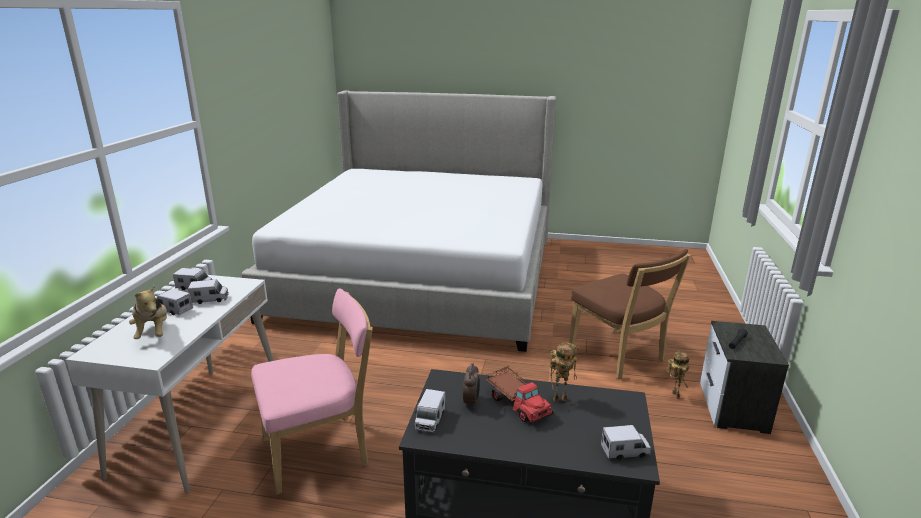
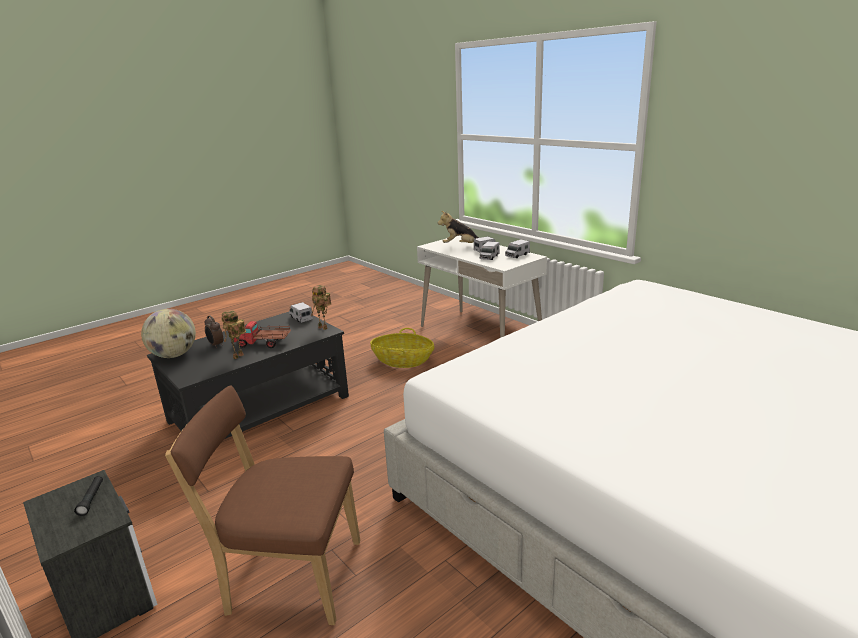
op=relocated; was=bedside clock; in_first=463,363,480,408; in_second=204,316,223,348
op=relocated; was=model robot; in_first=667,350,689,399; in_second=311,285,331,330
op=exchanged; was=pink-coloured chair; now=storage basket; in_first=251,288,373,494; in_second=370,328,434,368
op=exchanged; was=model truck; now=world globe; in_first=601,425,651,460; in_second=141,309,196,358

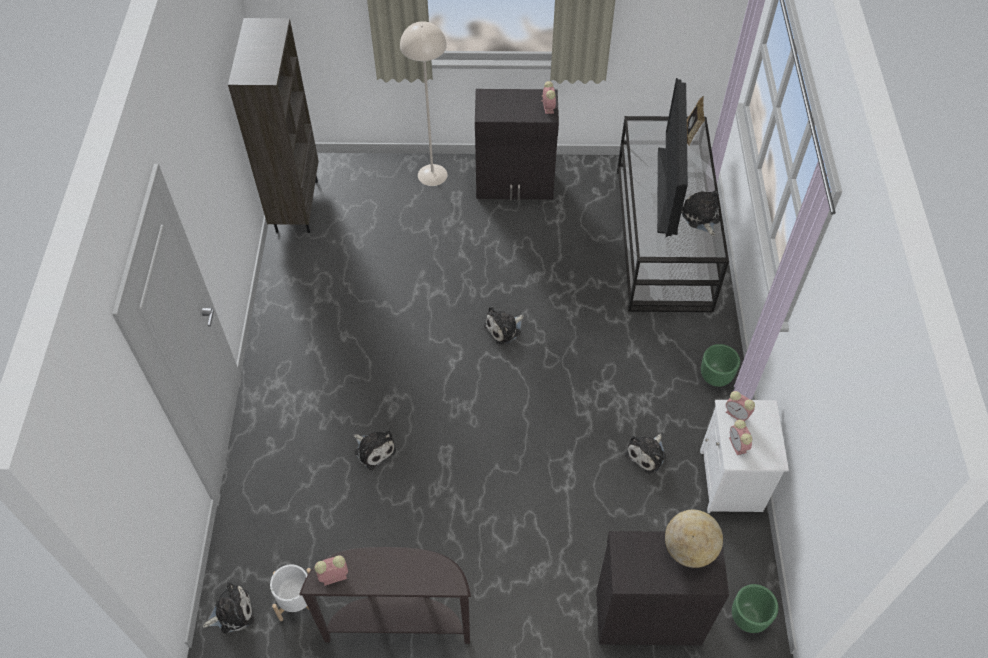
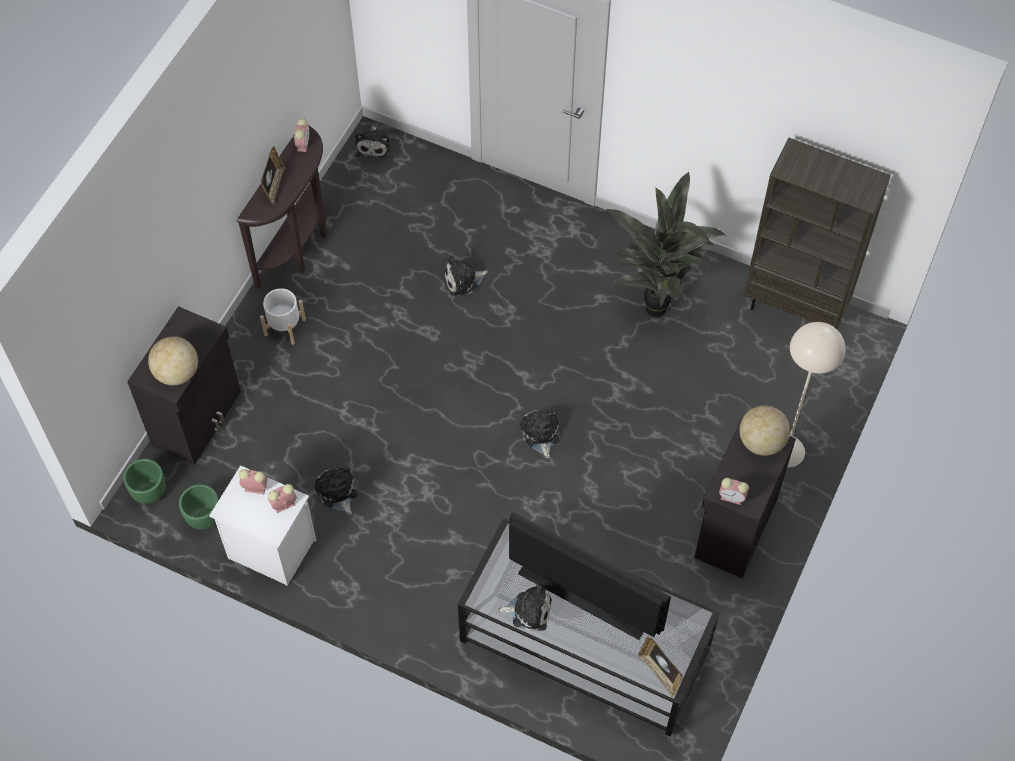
op=appeared; now=photo frame; in_second=260,146,286,204
op=appeared; now=plant in a pot; in_second=606,172,726,317
op=appeared; now=world globe; in_second=739,405,790,456
op=relocated; was=white flower pot; in_first=270,564,311,621; in_second=260,288,306,345
op=relocated; was=green-coloured flower pot; in_first=701,344,740,387; in_second=179,484,219,530

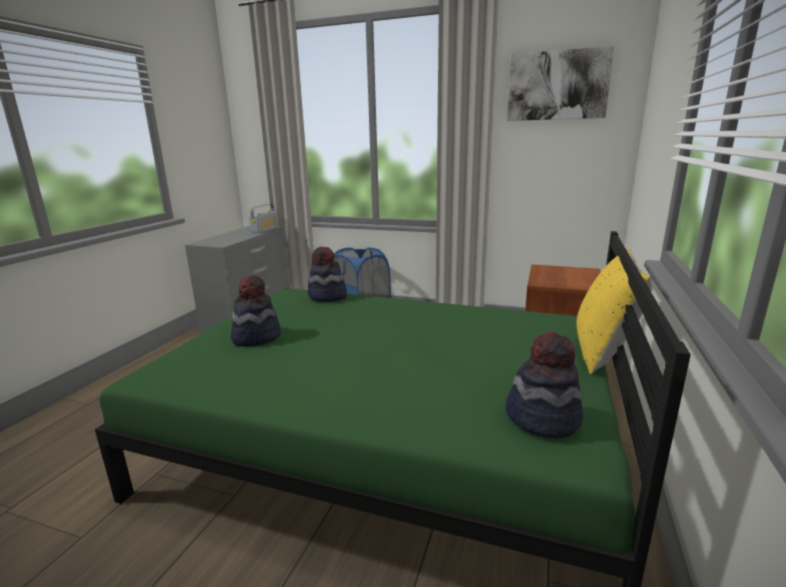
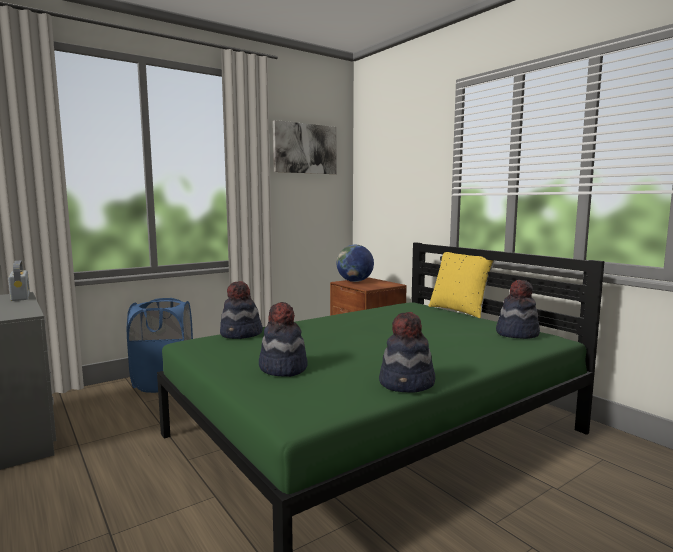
op=appeared; now=world globe; in_second=337,245,374,282
op=appeared; now=clothing hat; in_second=379,312,435,393

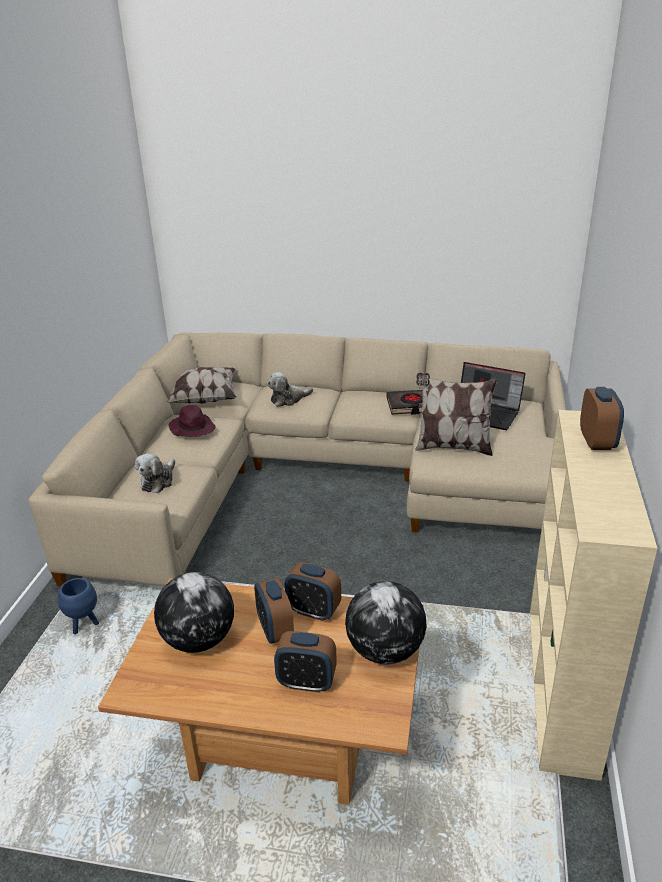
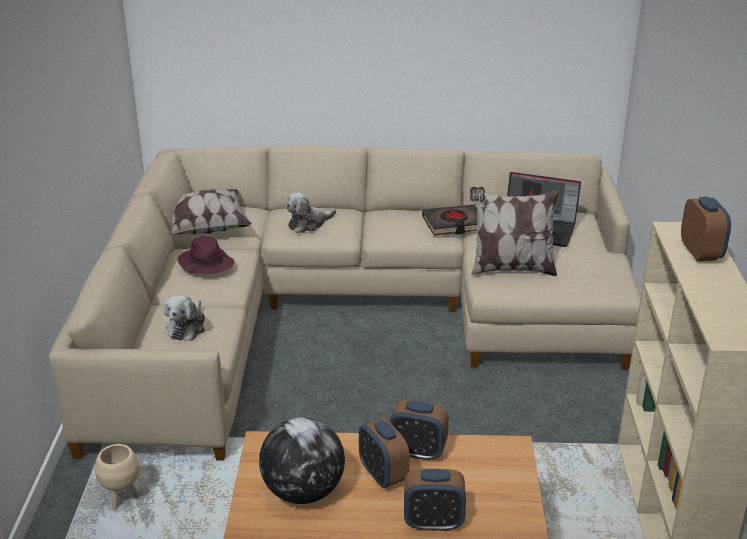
op=missing; was=world globe; in_first=345,581,426,664
op=colour; was=blue flower pot; now=sand-coloured flower pot; in_first=58,578,99,634; in_second=95,444,140,510

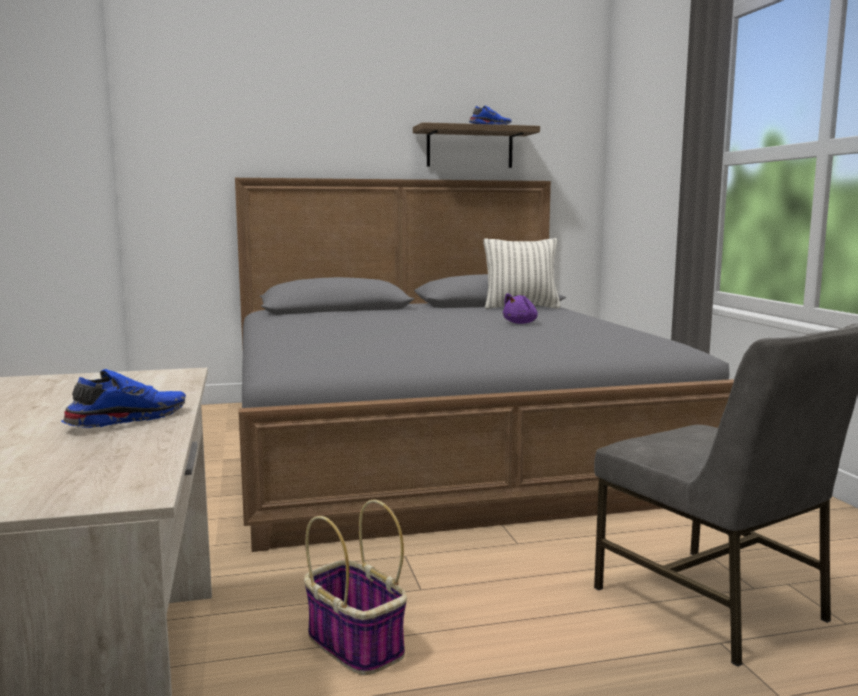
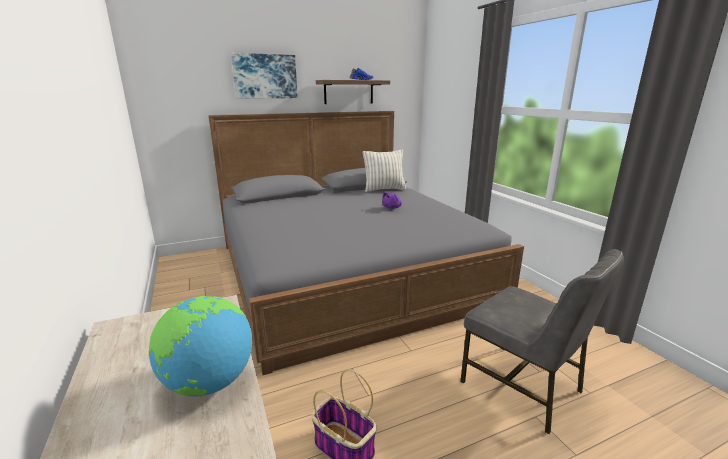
op=appeared; now=wall picture; in_second=231,53,298,99
op=exchanged; was=blue item of footwear; now=world globe; in_first=61,369,186,428; in_second=149,296,252,396

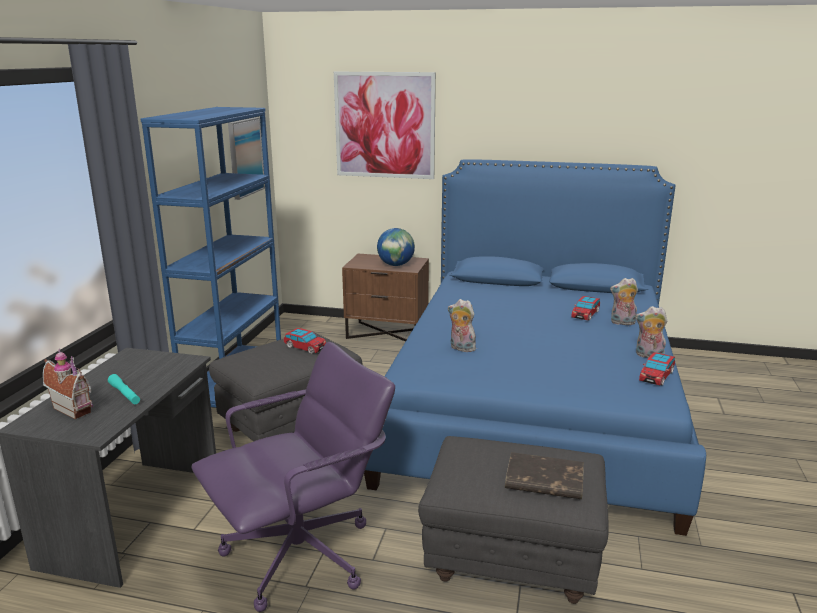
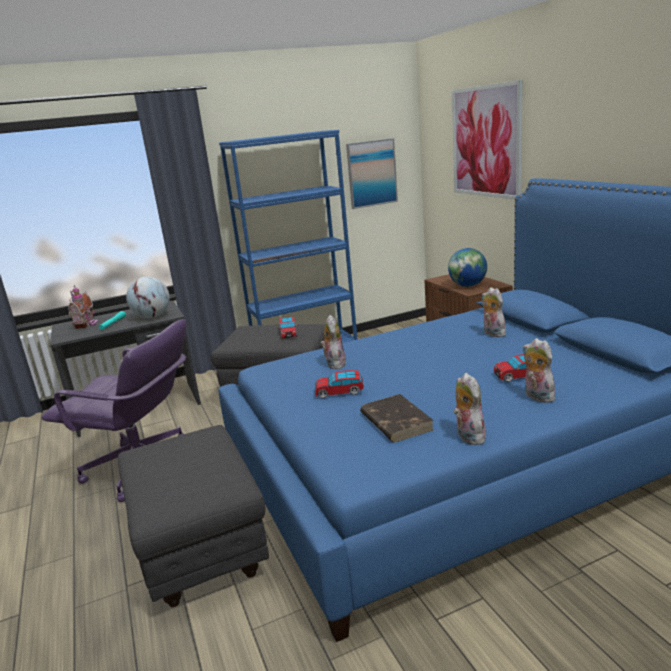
op=appeared; now=world globe; in_second=126,277,170,318
op=appeared; now=cuddly toy; in_second=482,287,506,337
op=relocated; was=brown-coloured volume; in_first=505,452,584,499; in_second=360,394,434,443
op=relocated; was=model car; in_first=639,352,675,386; in_second=315,370,364,398

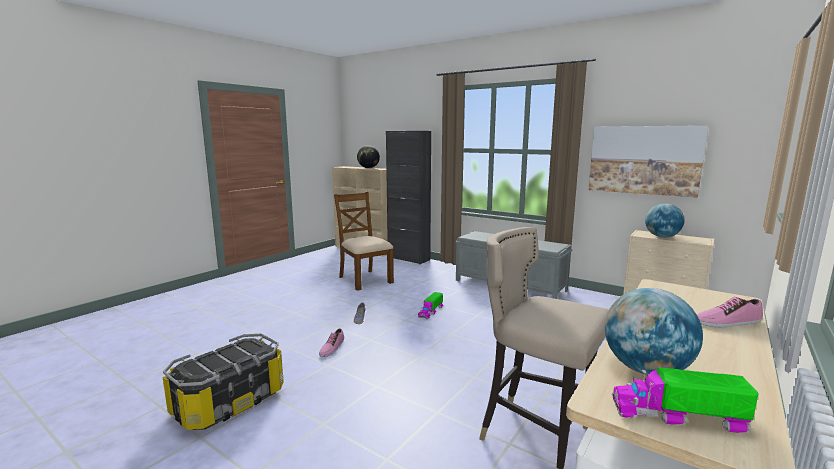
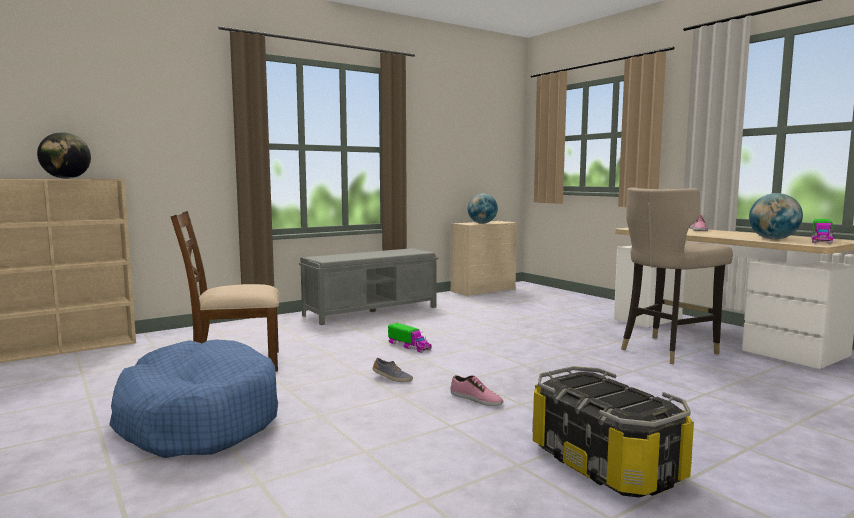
op=missing; was=black cabinet; in_first=386,131,431,264
op=missing; was=wall picture; in_first=588,125,709,198
op=appeared; now=blue pet bed; in_second=109,339,278,458

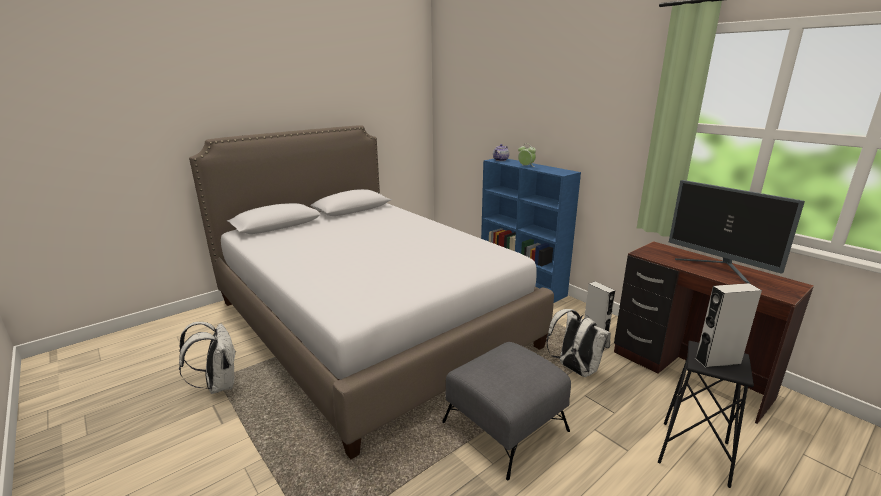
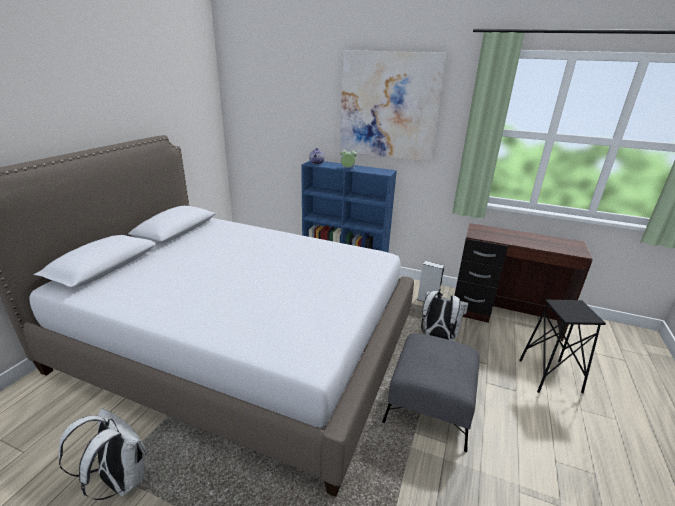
op=missing; was=computer display; in_first=669,180,805,283
op=missing; was=grey loudspeaker; in_first=695,283,762,368
op=appeared; now=wall picture; in_second=340,50,446,162

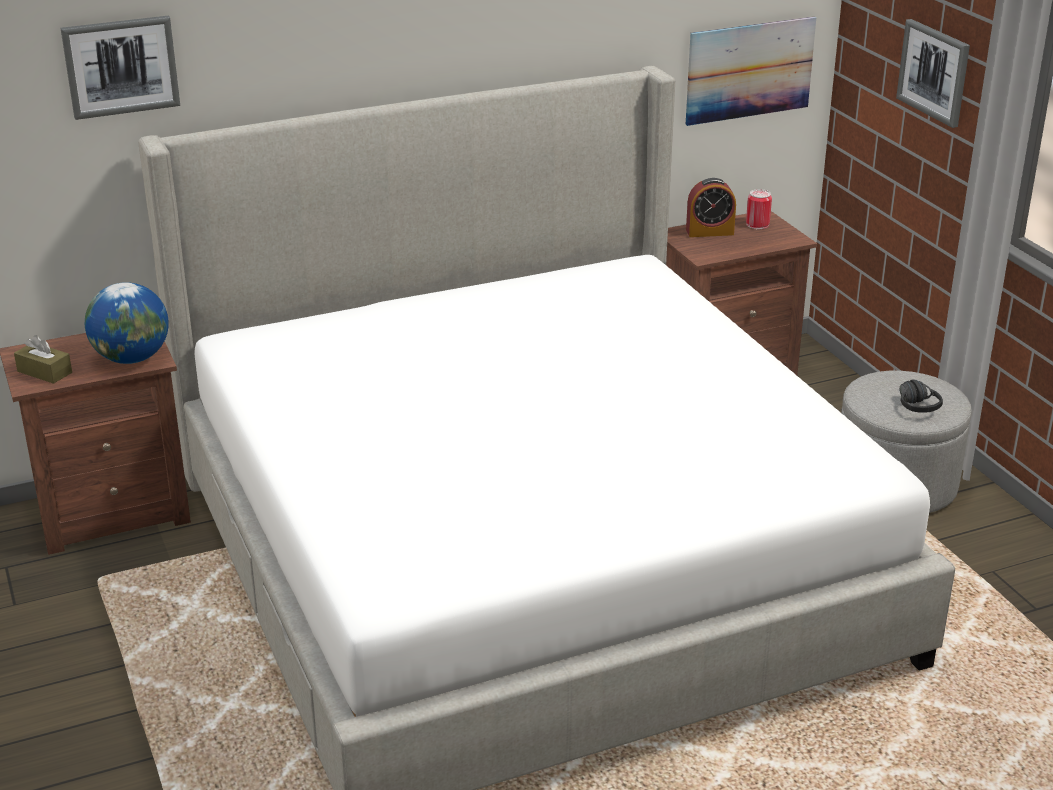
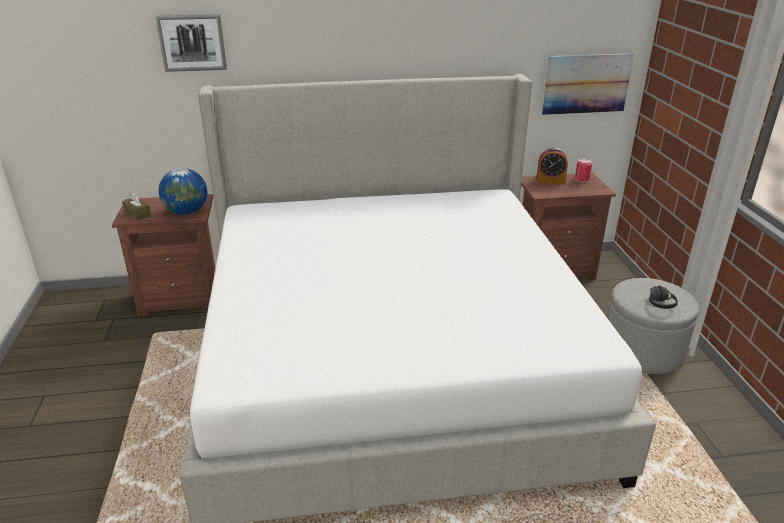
op=missing; was=wall picture; in_first=896,19,970,128

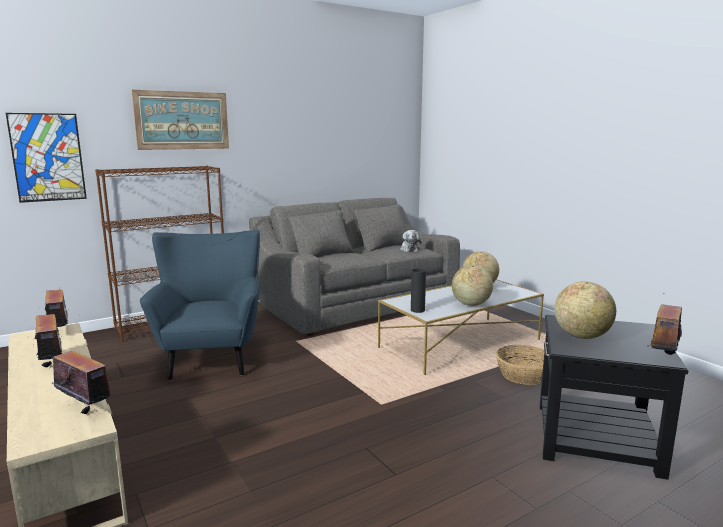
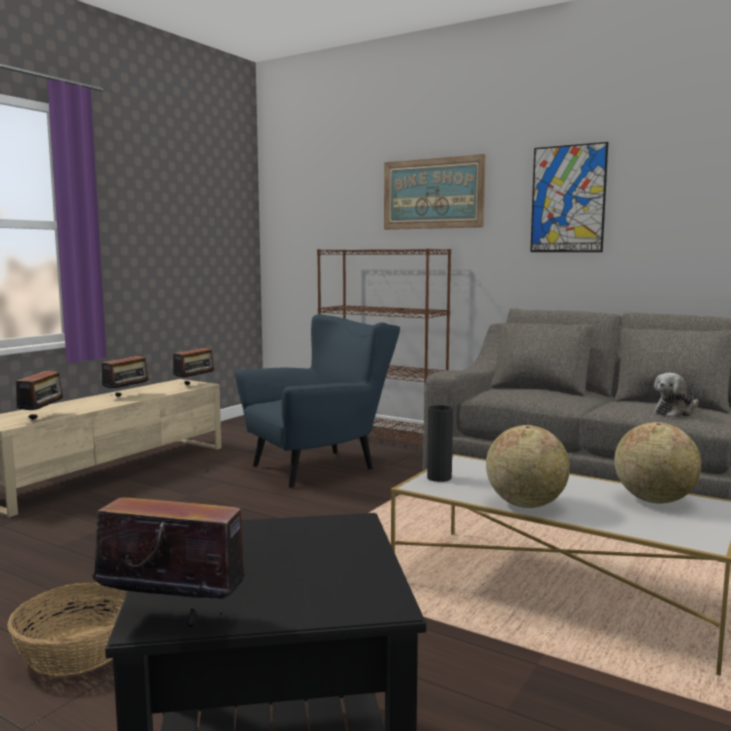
op=missing; was=world globe; in_first=554,281,616,339
op=relocated; was=wall picture; in_first=6,113,87,203; in_second=530,142,608,252
op=relocated; was=storage basket; in_first=496,345,544,385; in_second=7,582,128,676

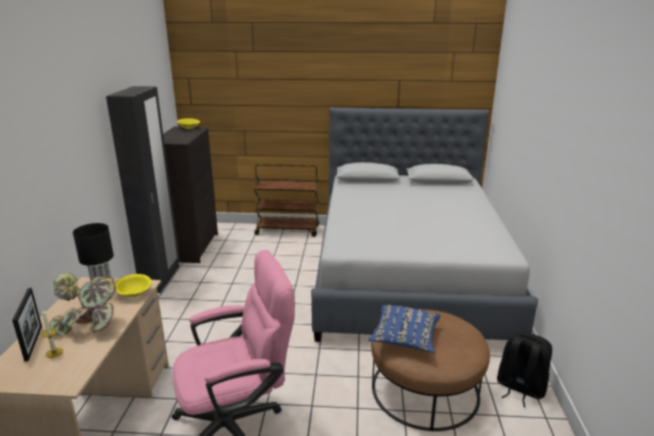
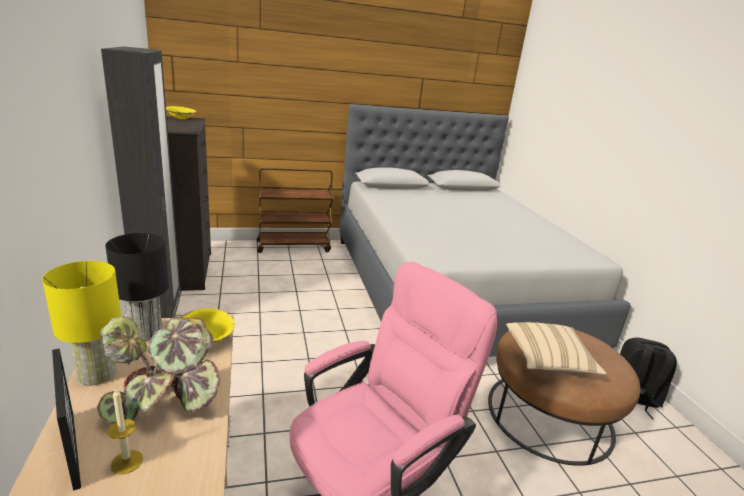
op=appeared; now=yellow tabletop lamp; in_second=42,261,122,386
op=colour; was=blue cushion; now=sand-coloured cushion; in_first=368,305,440,353; in_second=506,322,607,375

